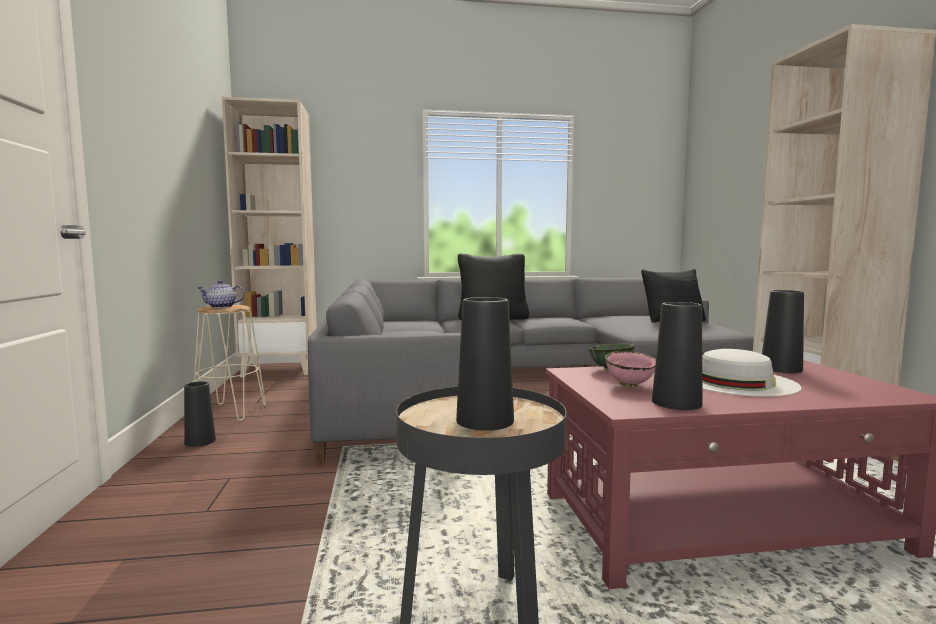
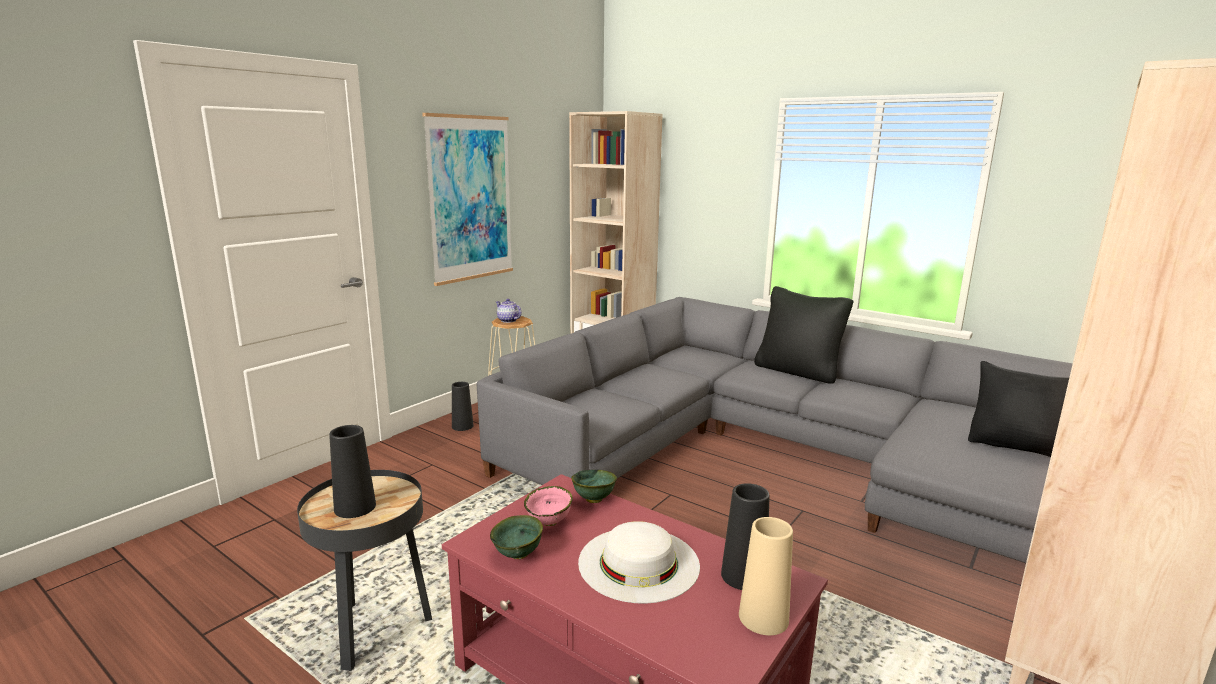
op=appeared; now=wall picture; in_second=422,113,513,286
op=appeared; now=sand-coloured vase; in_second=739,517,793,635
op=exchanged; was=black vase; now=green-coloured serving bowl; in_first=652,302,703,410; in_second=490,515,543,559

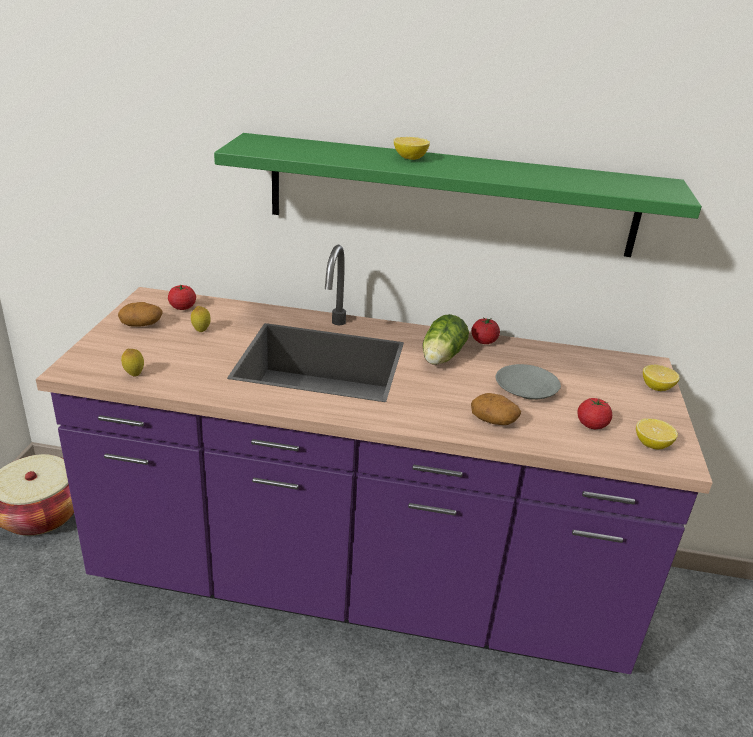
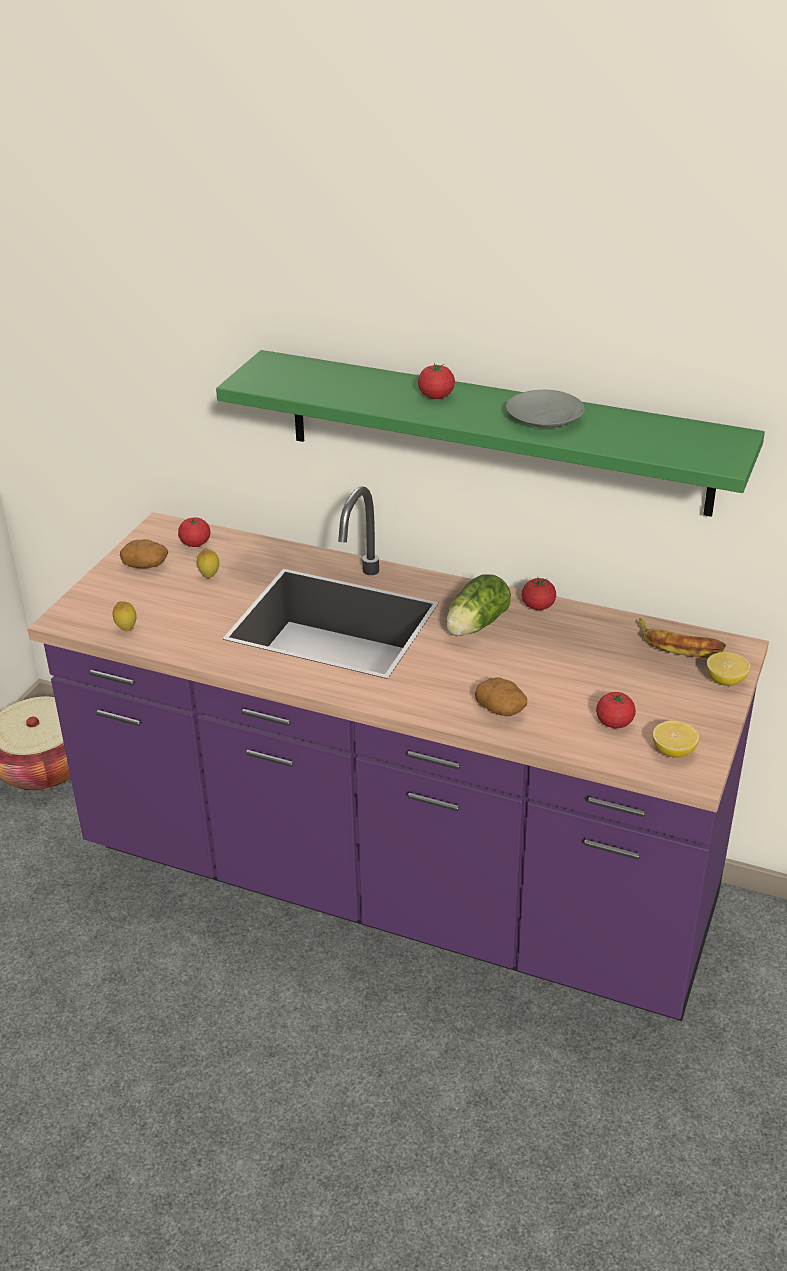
op=appeared; now=whole banana; in_second=639,618,726,658
op=relocated; was=grey plate; in_first=496,364,561,400; in_second=506,390,585,428
op=exchanged; was=whole lemon; now=tomato; in_first=394,137,430,160; in_second=418,364,455,399

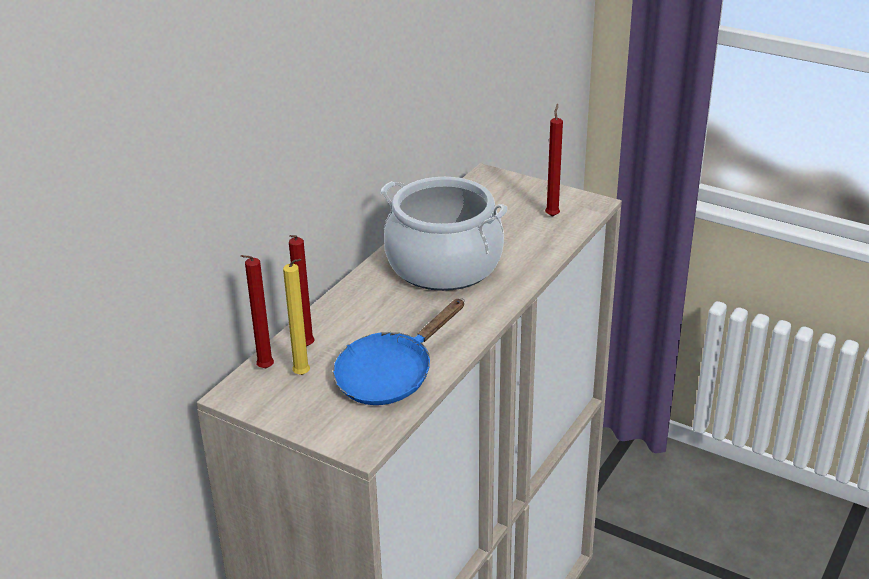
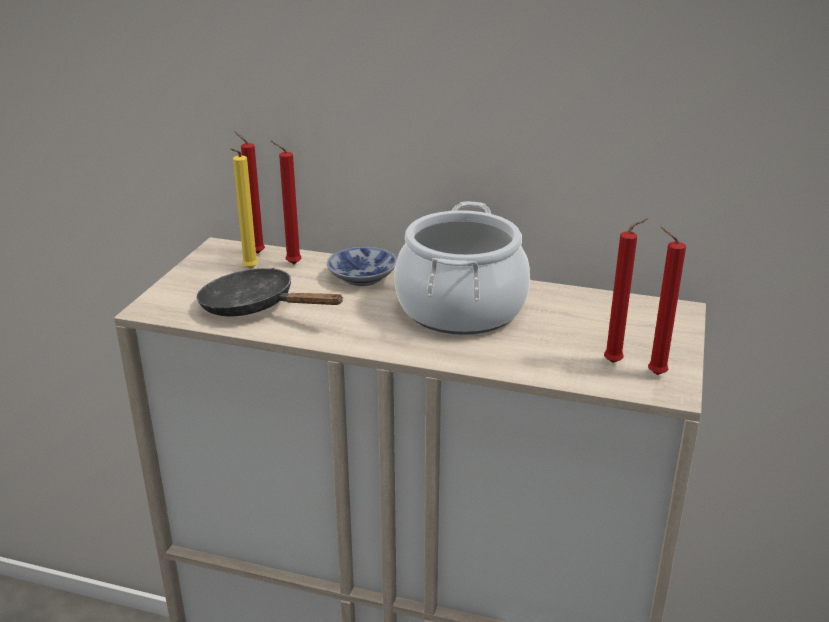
op=appeared; now=serving bowl; in_second=327,247,397,286
op=appeared; now=reddish wax light; in_second=648,227,686,375
op=colour; was=blue skillet; now=black skillet; in_first=333,298,465,405; in_second=197,268,344,316

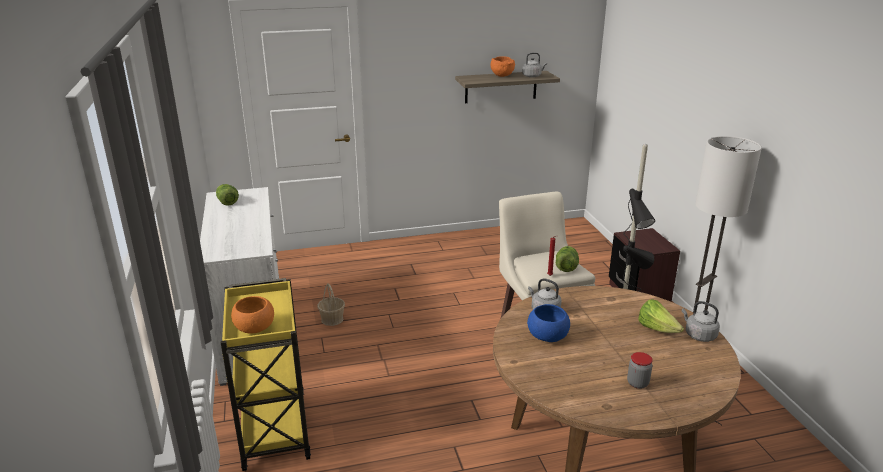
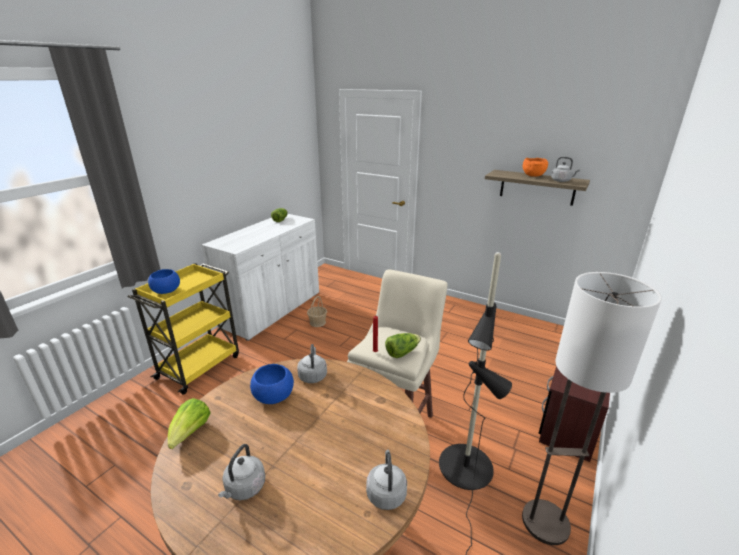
op=relocated; was=head of lettuce; in_first=639,299,684,333; in_second=168,398,211,449
op=exchanged; was=preserve jar; now=grey kettle; in_first=627,352,653,389; in_second=218,444,265,500
op=colour; was=orangey serving bowl; now=blue serving bowl; in_first=231,296,274,334; in_second=148,269,180,294

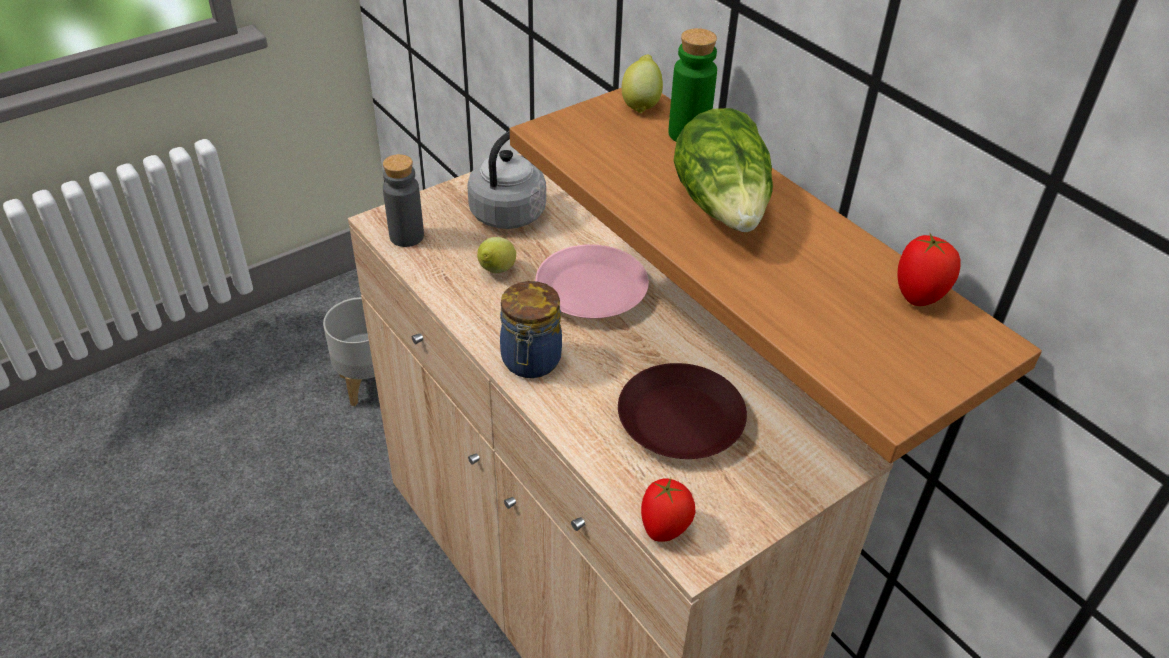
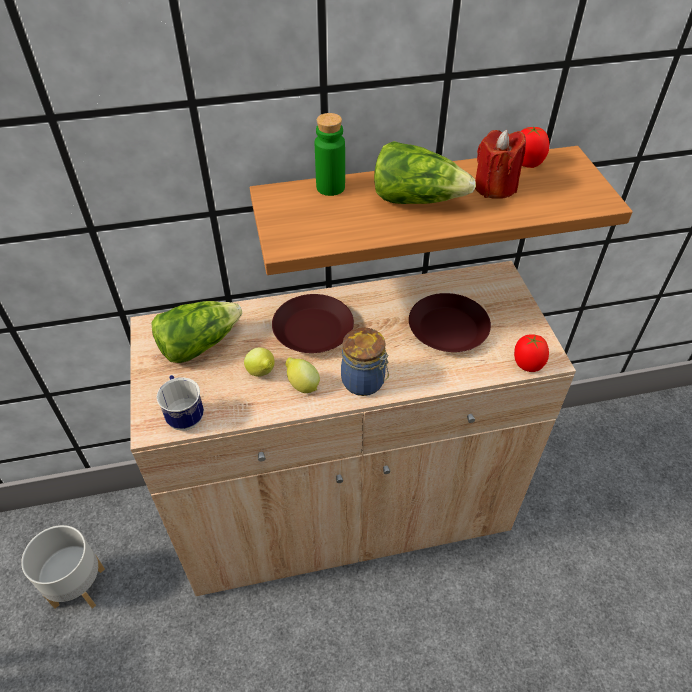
op=appeared; now=reddish wax light; in_second=475,130,526,199
op=relocated; was=whole lemon; in_first=622,55,663,114; in_second=286,357,320,393
op=exchanged; was=grey bottle; now=coffee mug; in_first=383,154,424,247; in_second=156,375,204,430
op=exchanged; was=grey kettle; now=head of lettuce; in_first=467,130,546,229; in_second=151,301,242,363
op=colour; was=pink-coloured plate; now=brown-coloured plate; in_first=536,244,649,319; in_second=272,294,354,353

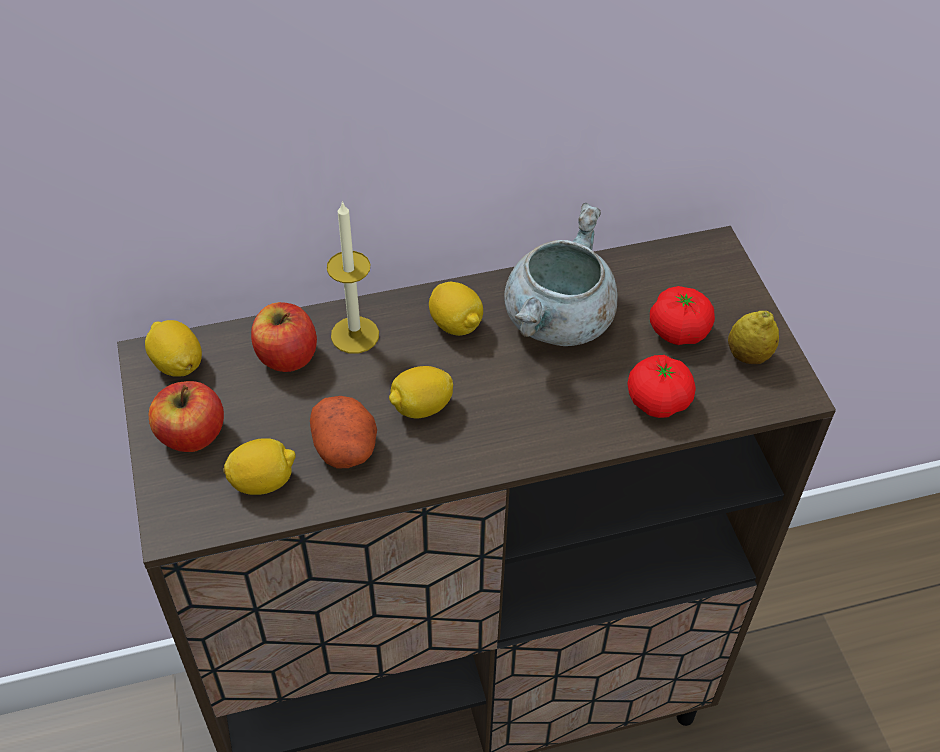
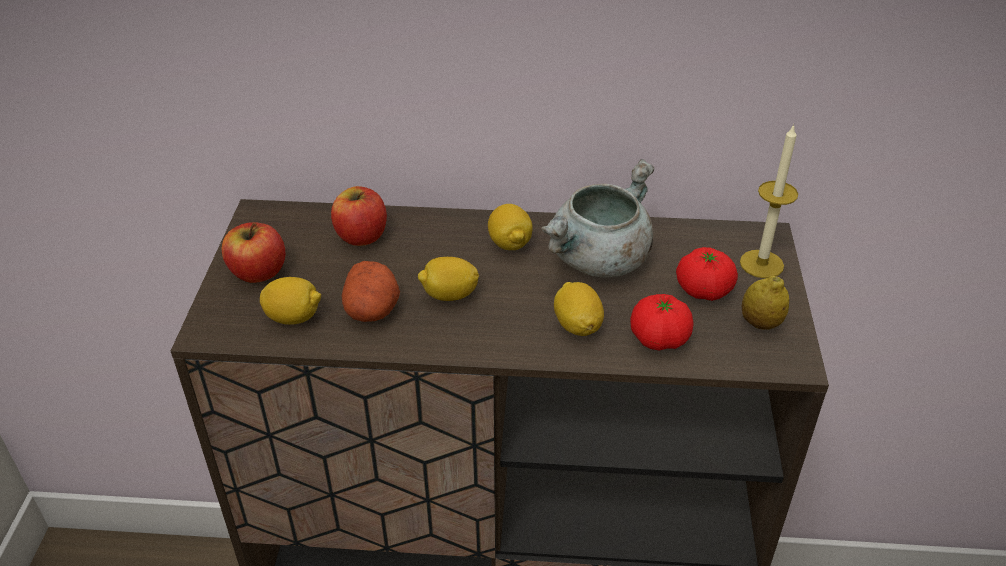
op=relocated; was=whole lemon; in_first=145,320,202,377; in_second=554,282,604,336
op=relocated; was=wax light; in_first=327,201,379,354; in_second=740,124,798,278

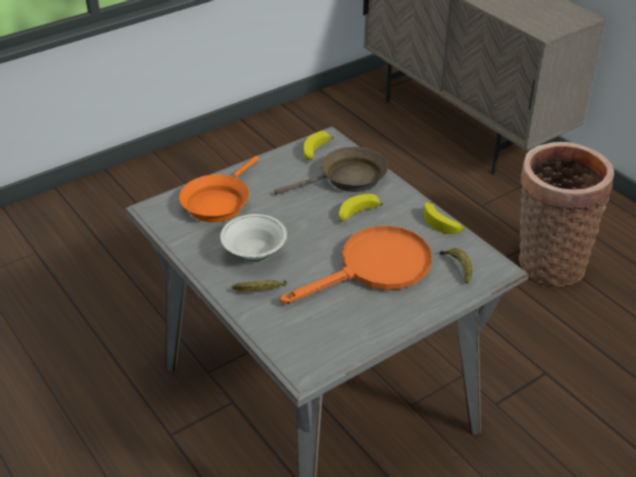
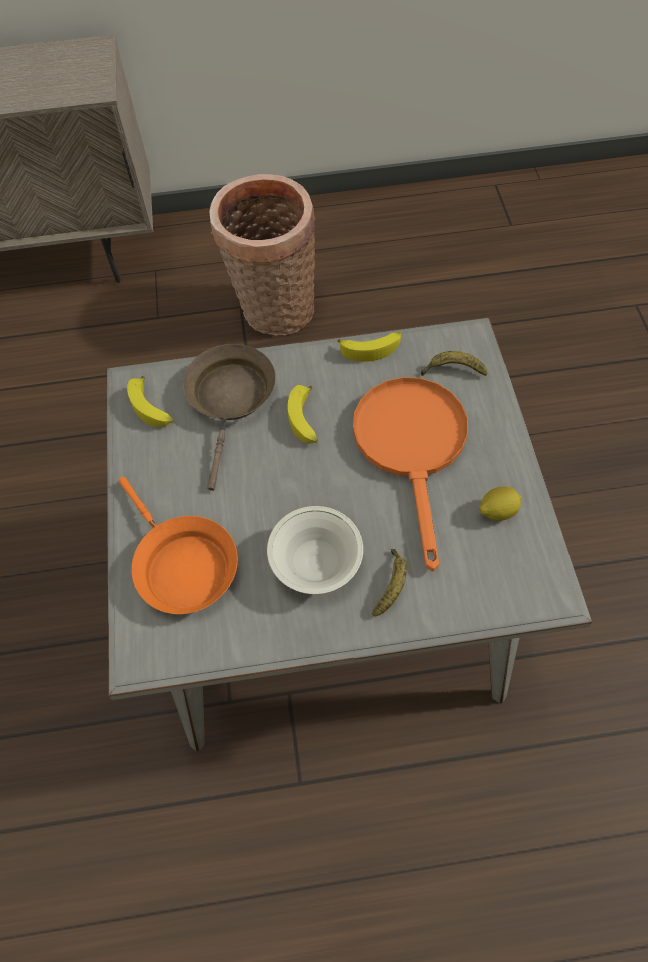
op=appeared; now=whole lemon; in_second=479,486,522,521

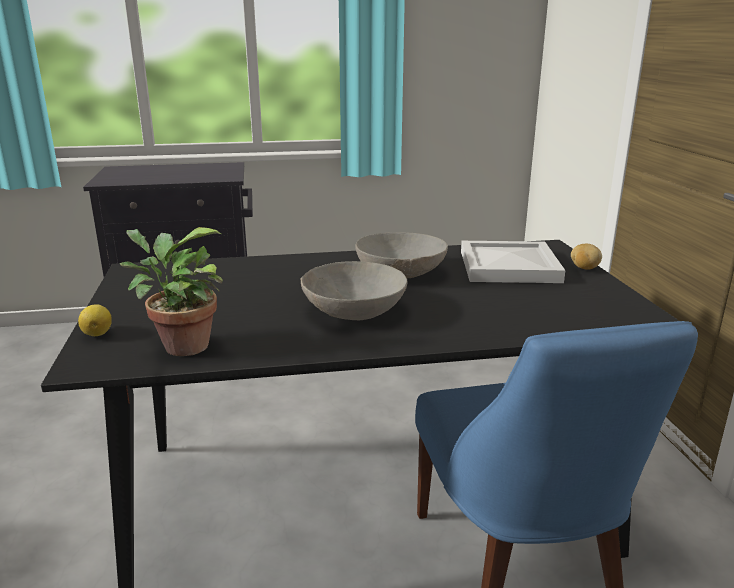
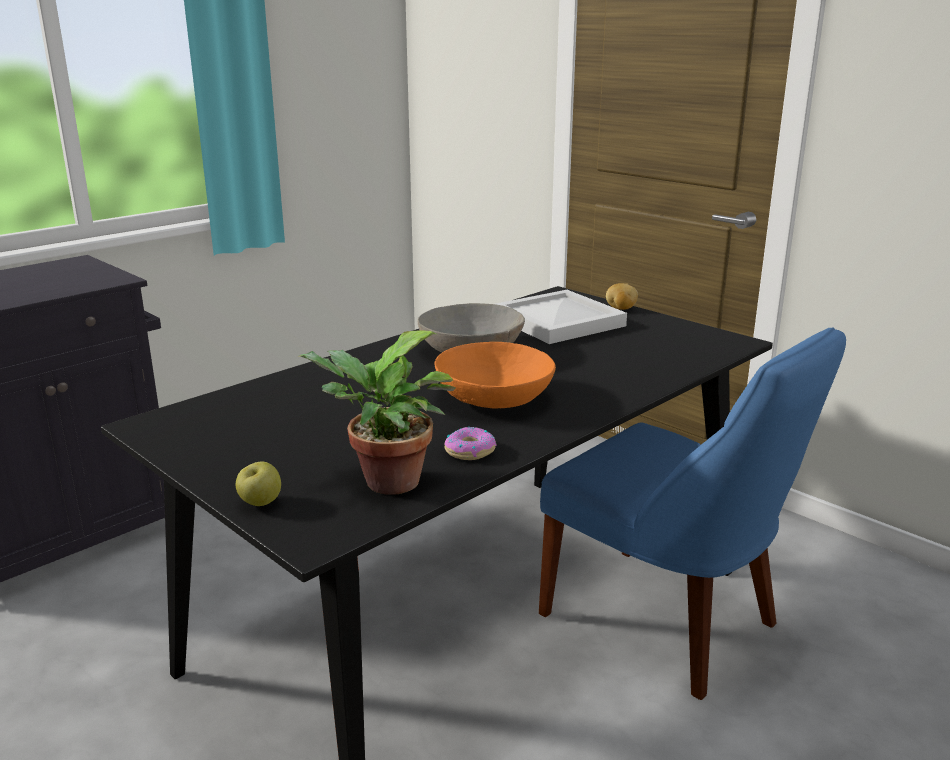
op=appeared; now=donut; in_second=444,427,497,460
op=exchanged; was=whole lemon; now=whole apple; in_first=78,305,112,336; in_second=236,462,281,506
op=colour; was=grey serving bowl; now=orangey serving bowl; in_first=300,261,408,320; in_second=434,342,556,409

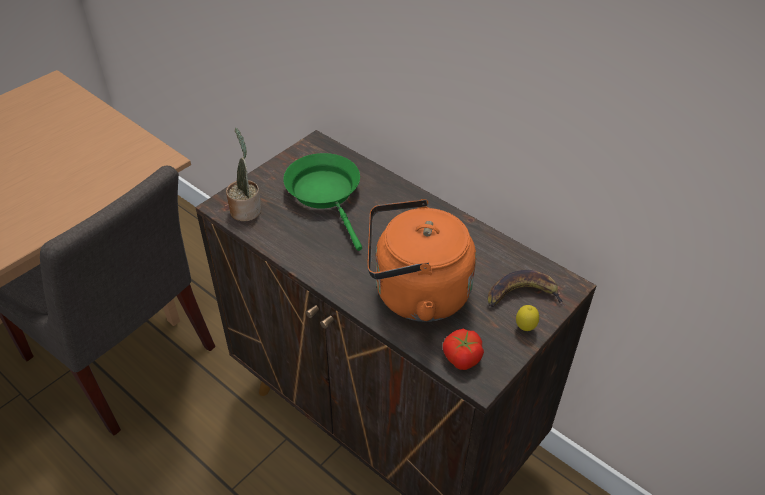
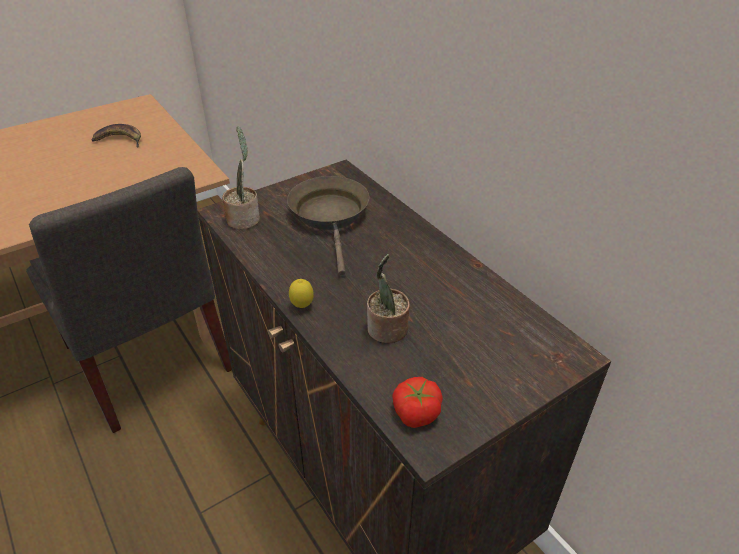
op=relocated; was=whole banana; in_first=488,270,565,307; in_second=91,124,141,147
op=relocated; was=whole lemon; in_first=516,305,539,331; in_second=289,279,314,308
op=exchanged; was=orangey kettle; now=plant in a pot; in_first=367,199,476,322; in_second=367,254,410,343
op=colour; was=green-coloured skillet; now=brown-coloured skillet; in_first=283,153,362,251; in_second=287,176,370,276

